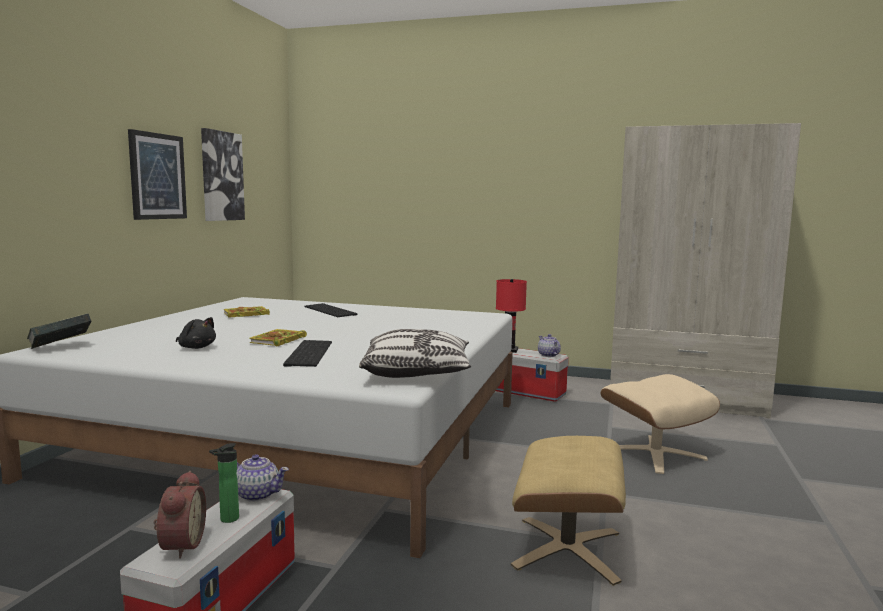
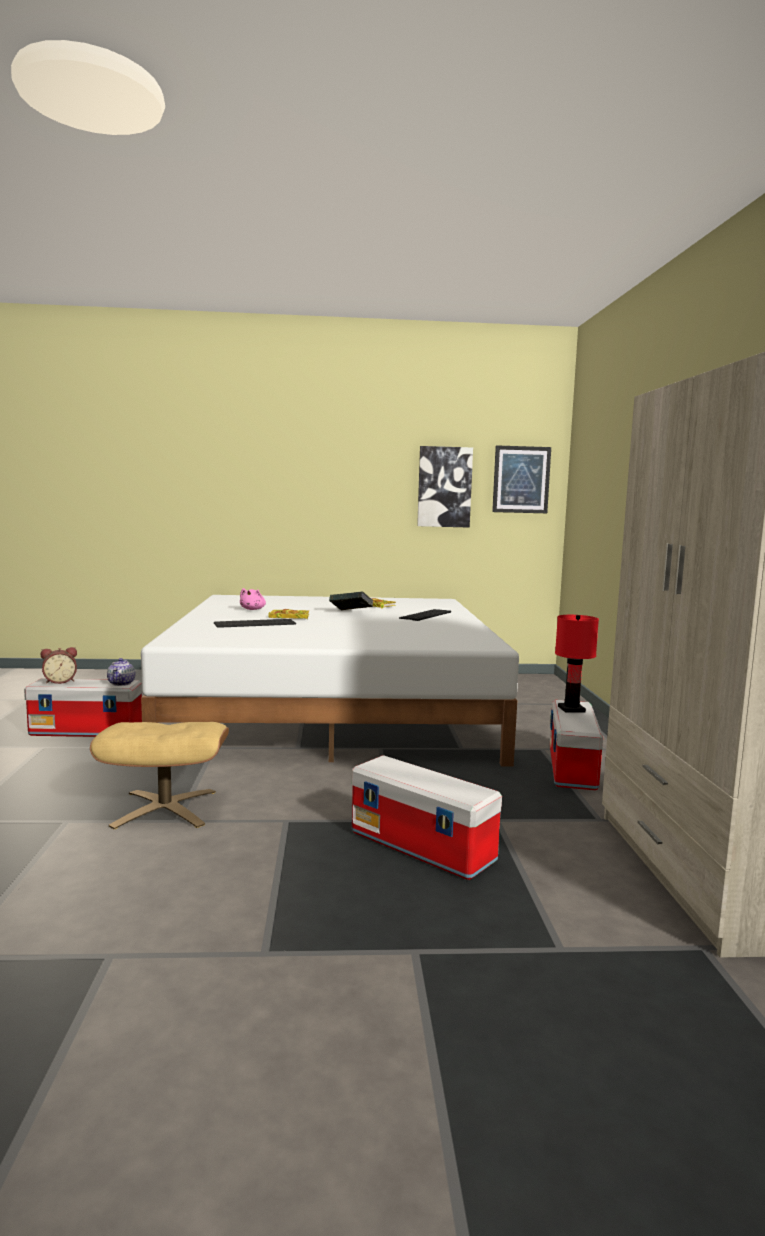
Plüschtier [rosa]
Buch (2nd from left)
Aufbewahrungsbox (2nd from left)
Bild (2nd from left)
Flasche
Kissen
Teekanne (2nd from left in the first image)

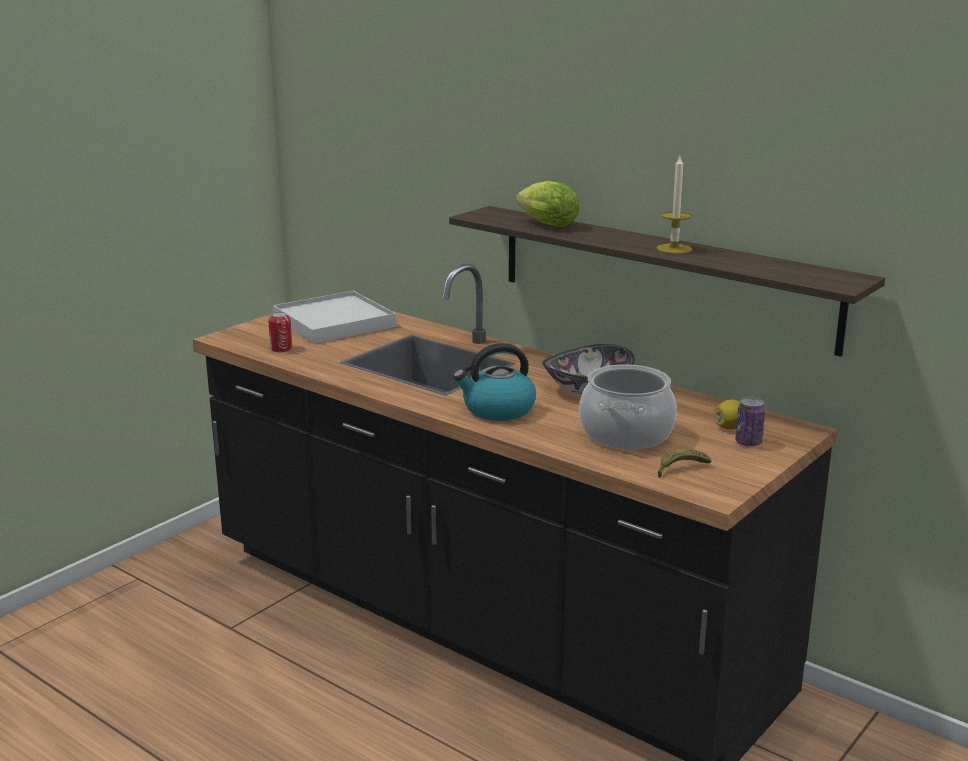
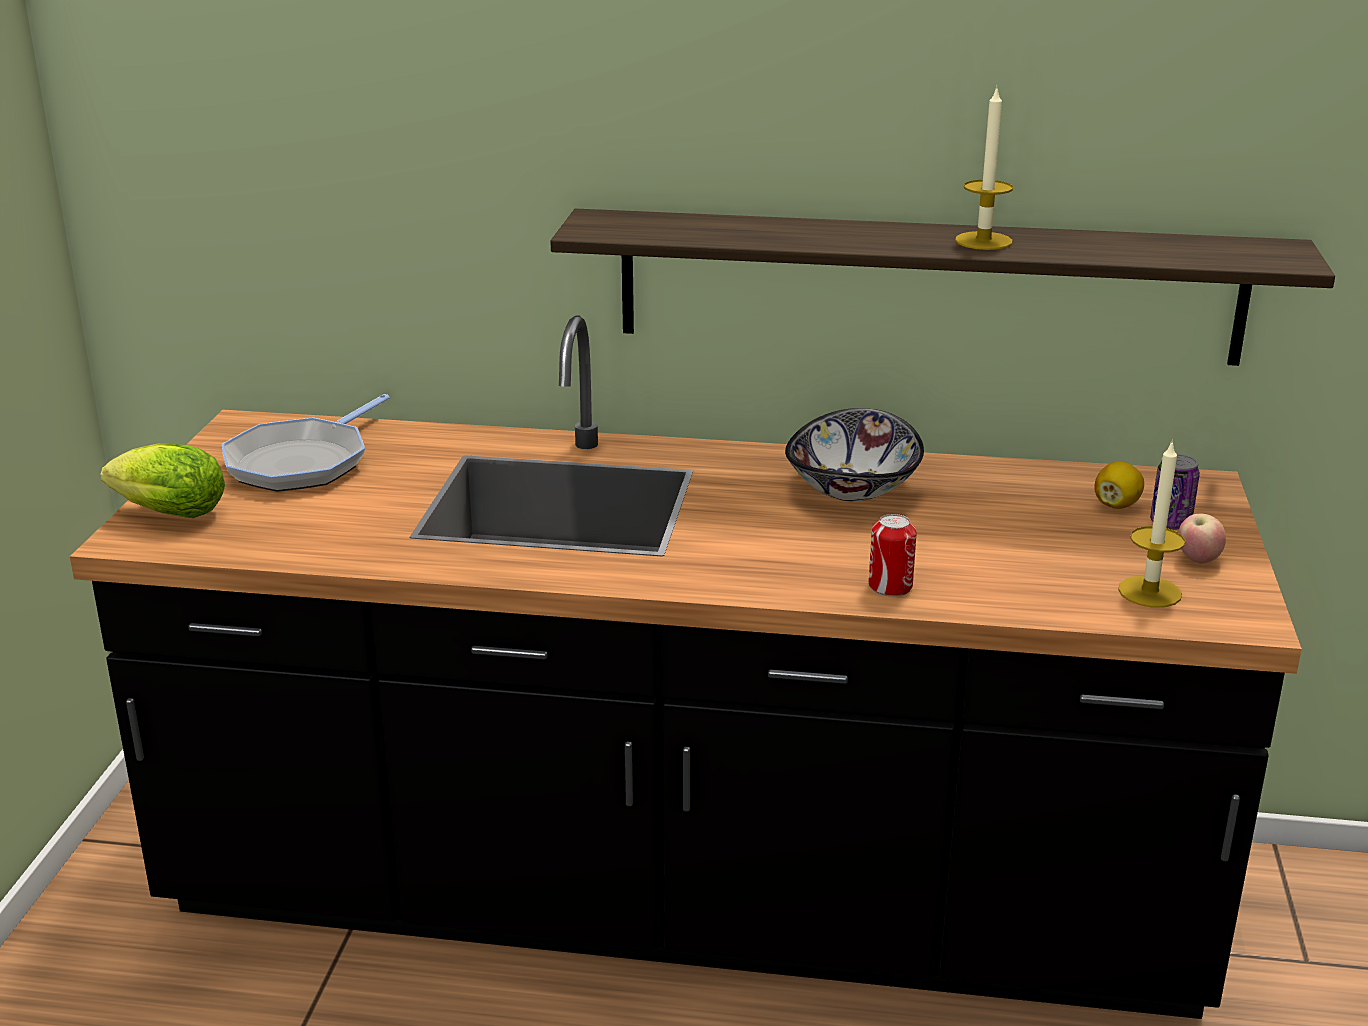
Salatkopf
Pfanne
Dose (1st from left)
Kerze (2nd from left)
Apfel
Wasserkessel
Kochtopf

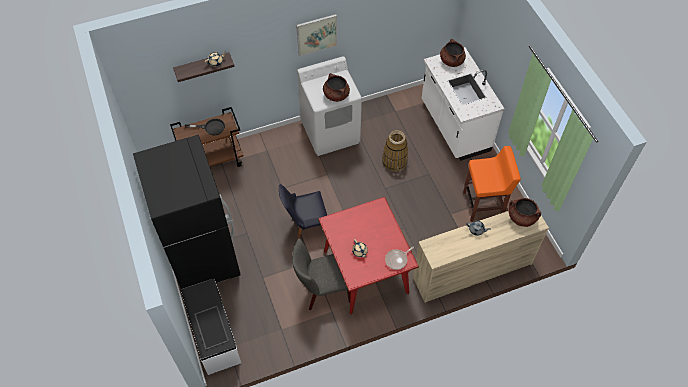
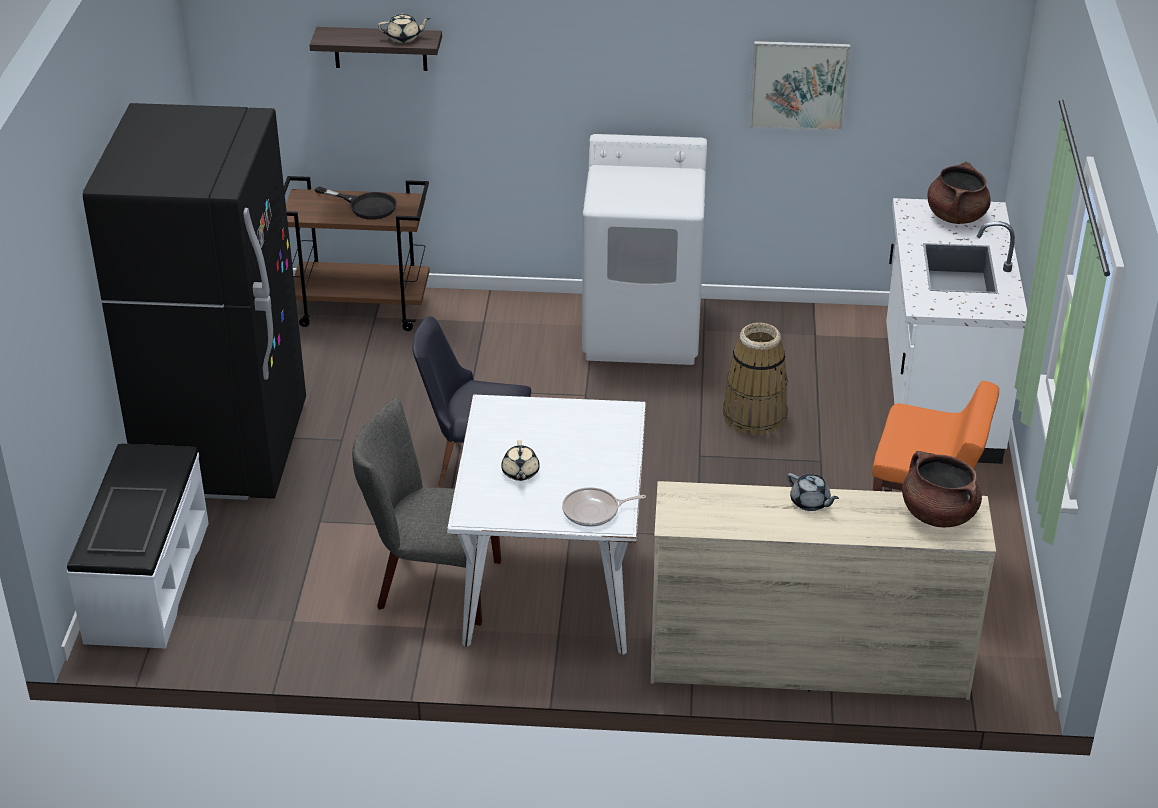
Esstisch [weiß]
Bild
Kochtopf [braun] (1st from left in the first image)

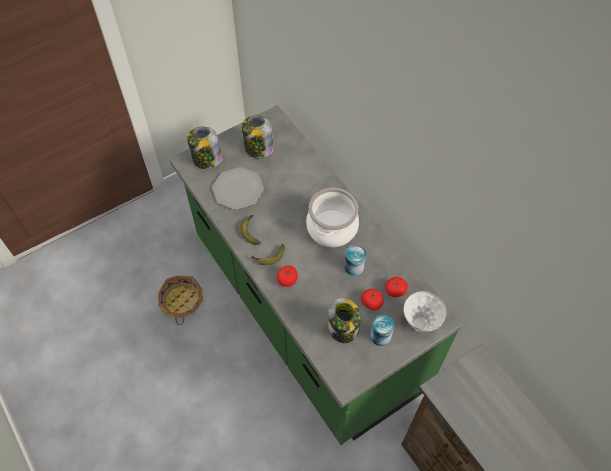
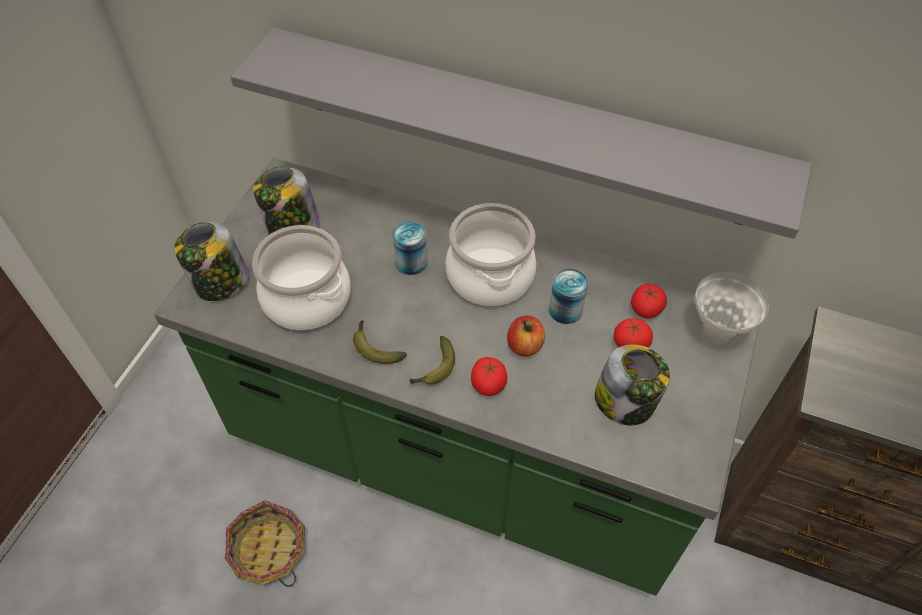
Wandregal [grau]
Kochtopf (1st from left)
Dose (1st from left)
Apfel

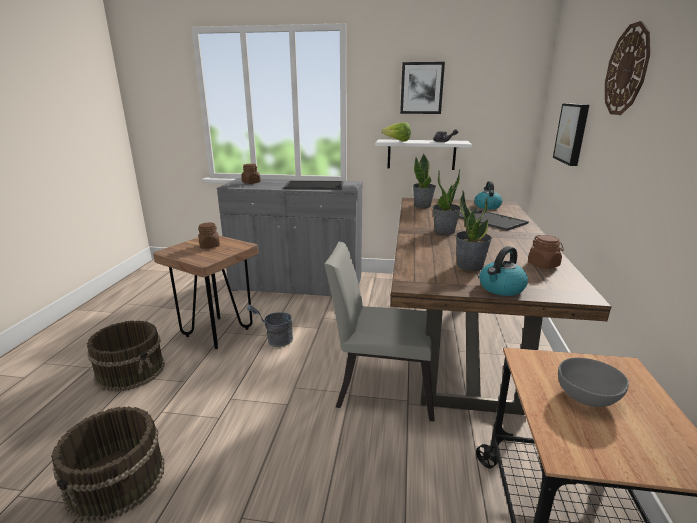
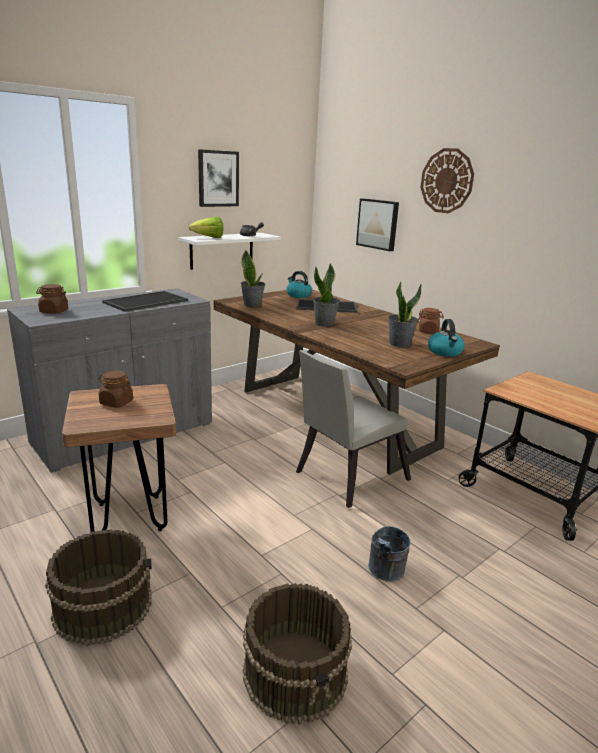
Eimer [grau]
Schüssel [grau]

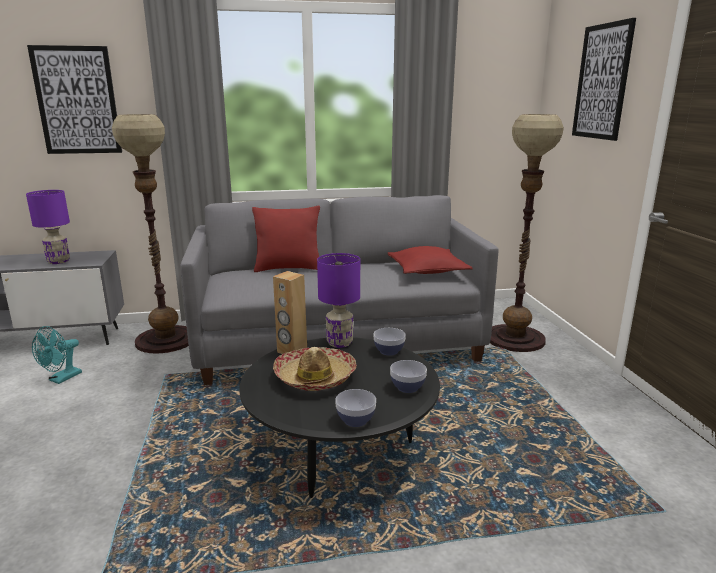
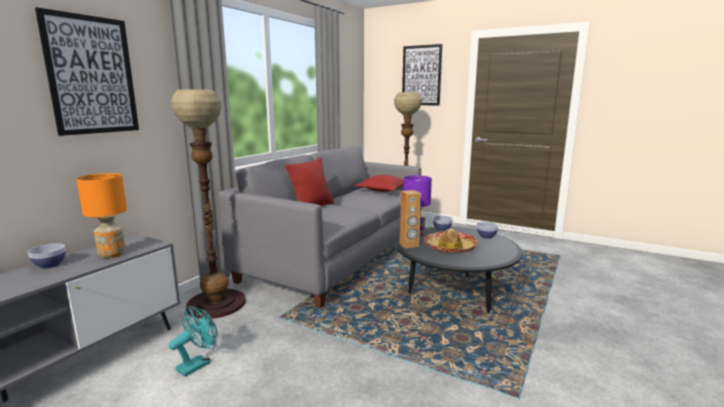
Schüssel (1st from left)
Tischlampe [orange]
Ventilator [türkis]

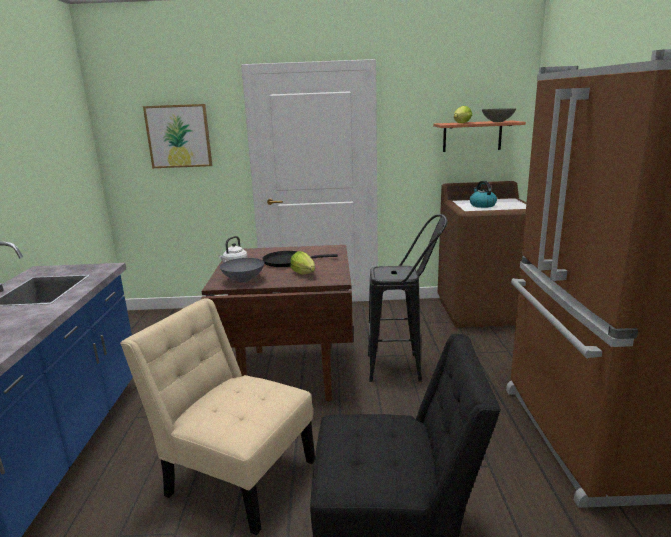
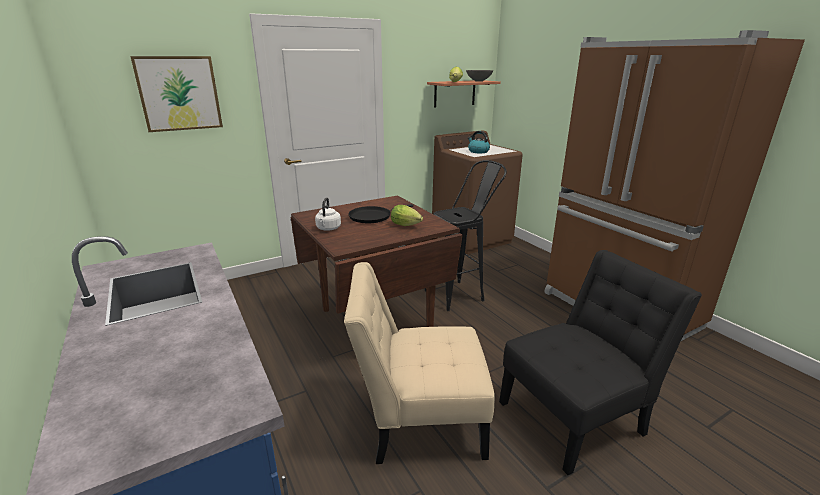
Schüssel [grau] (1st from left in the first image)

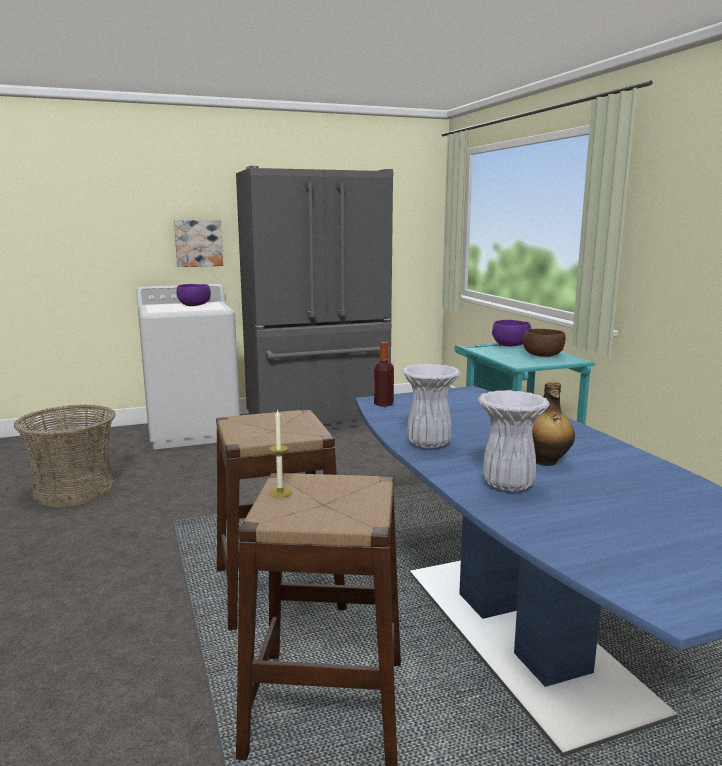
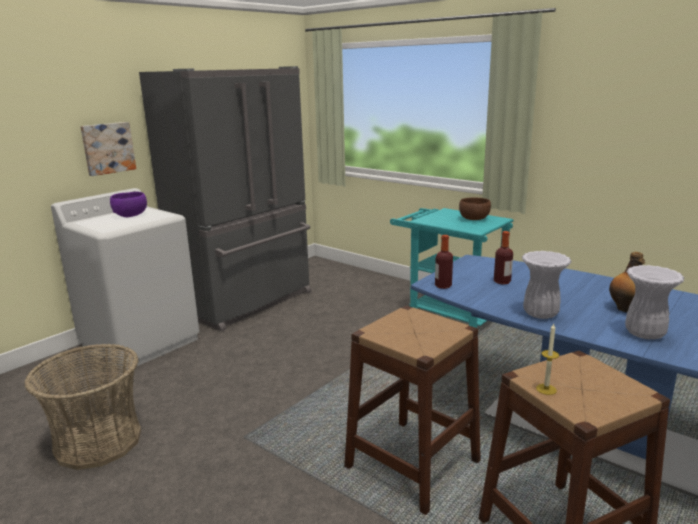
Flasche (2nd from left)
Schüssel [lila] (2nd from left in the first image)

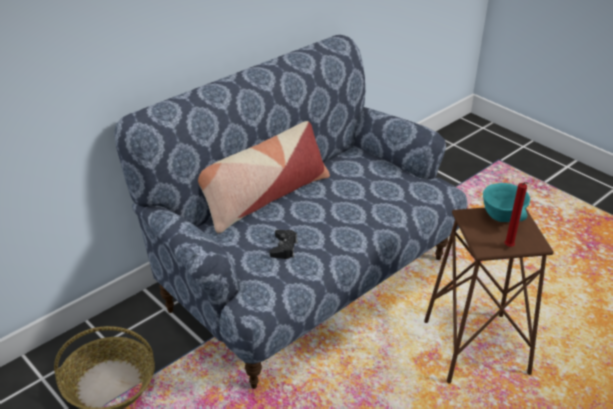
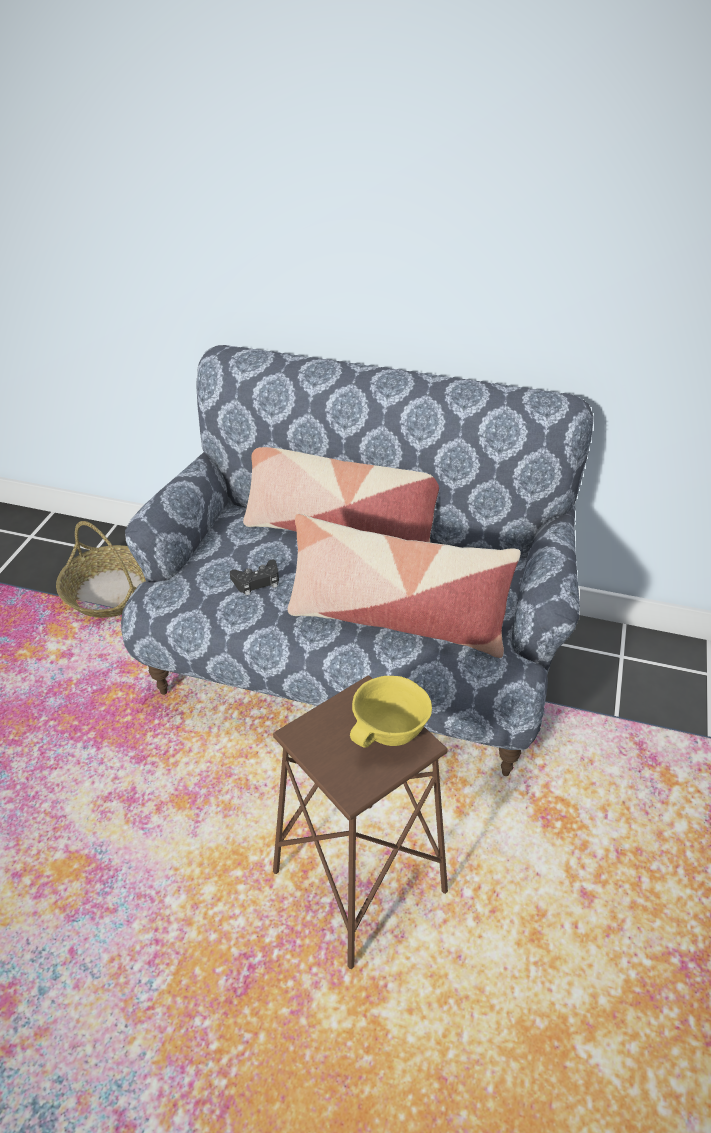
Kissen (2nd from left)
Schüssel [gelb]
Kerze [rot]

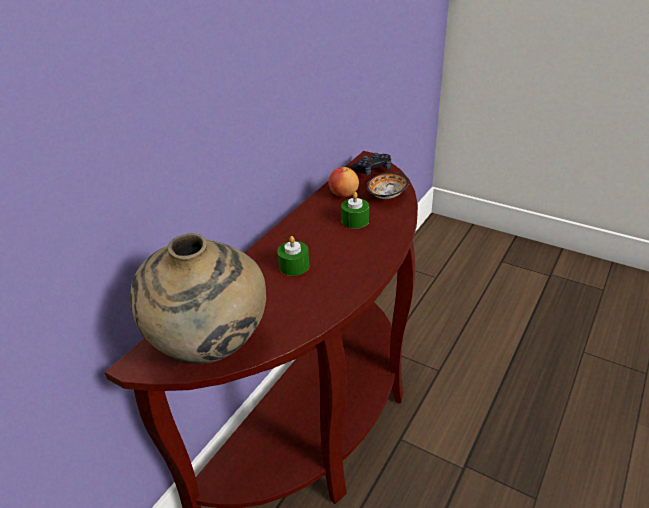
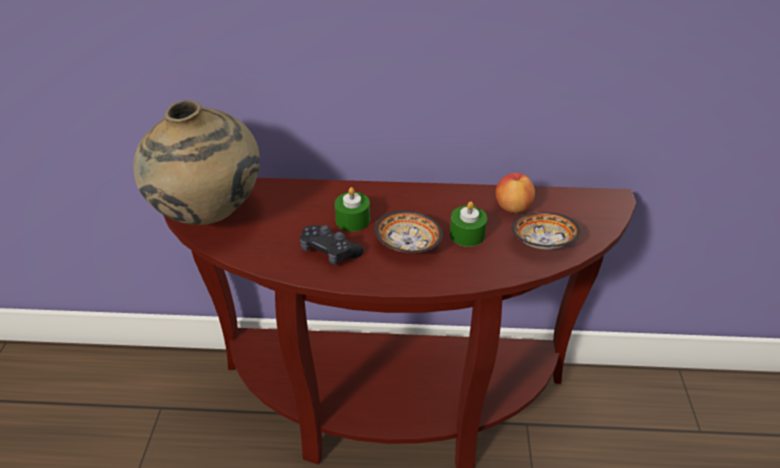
Gamepad [schwarz]
Schüssel (1st from left)

